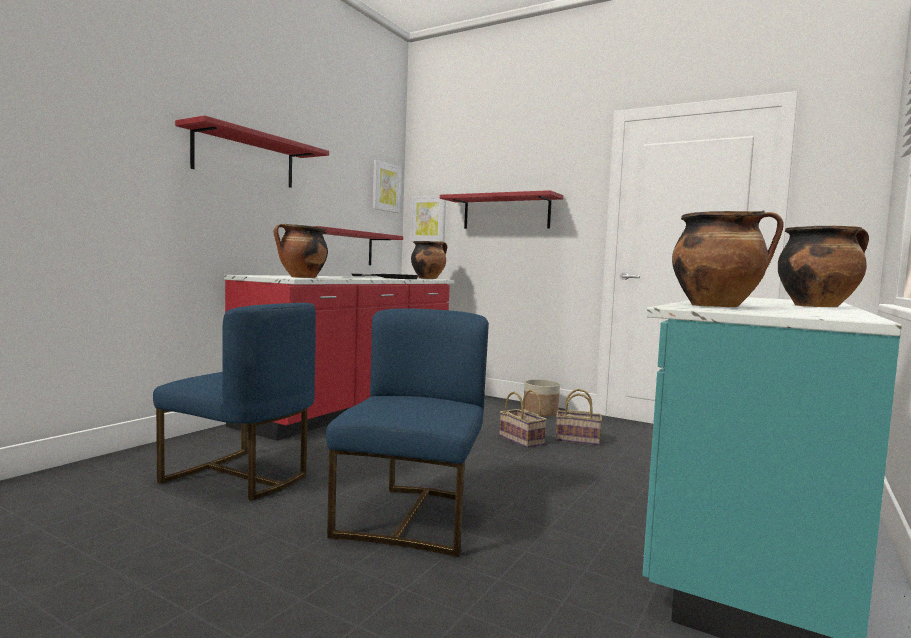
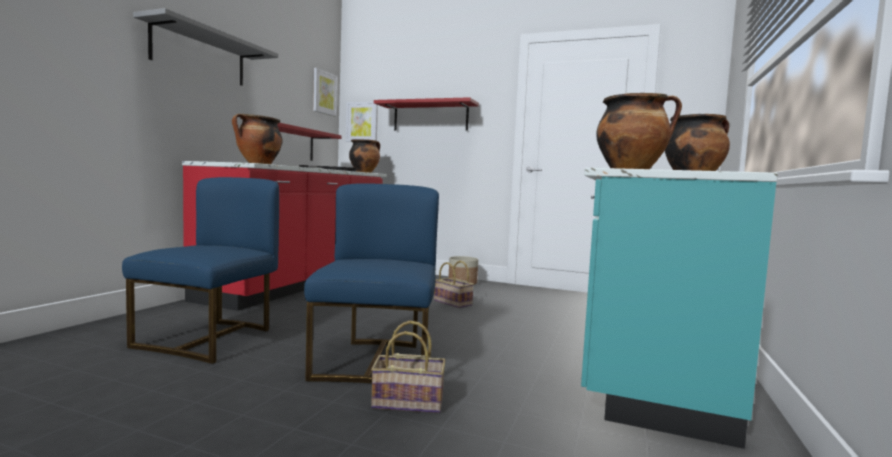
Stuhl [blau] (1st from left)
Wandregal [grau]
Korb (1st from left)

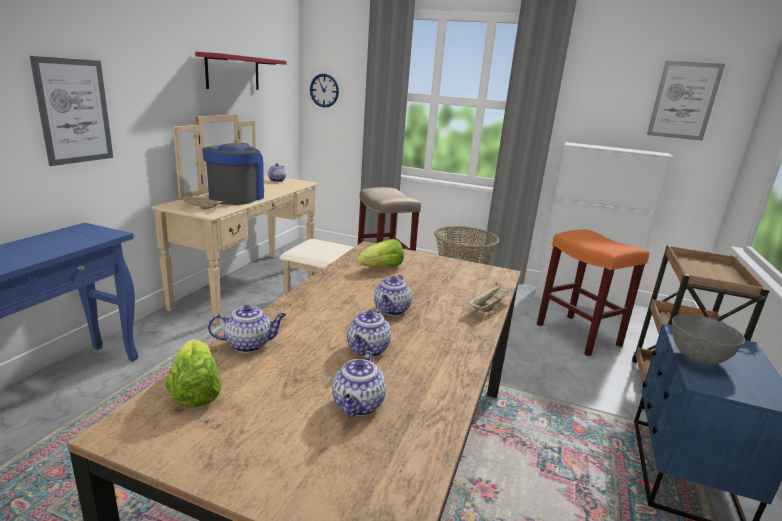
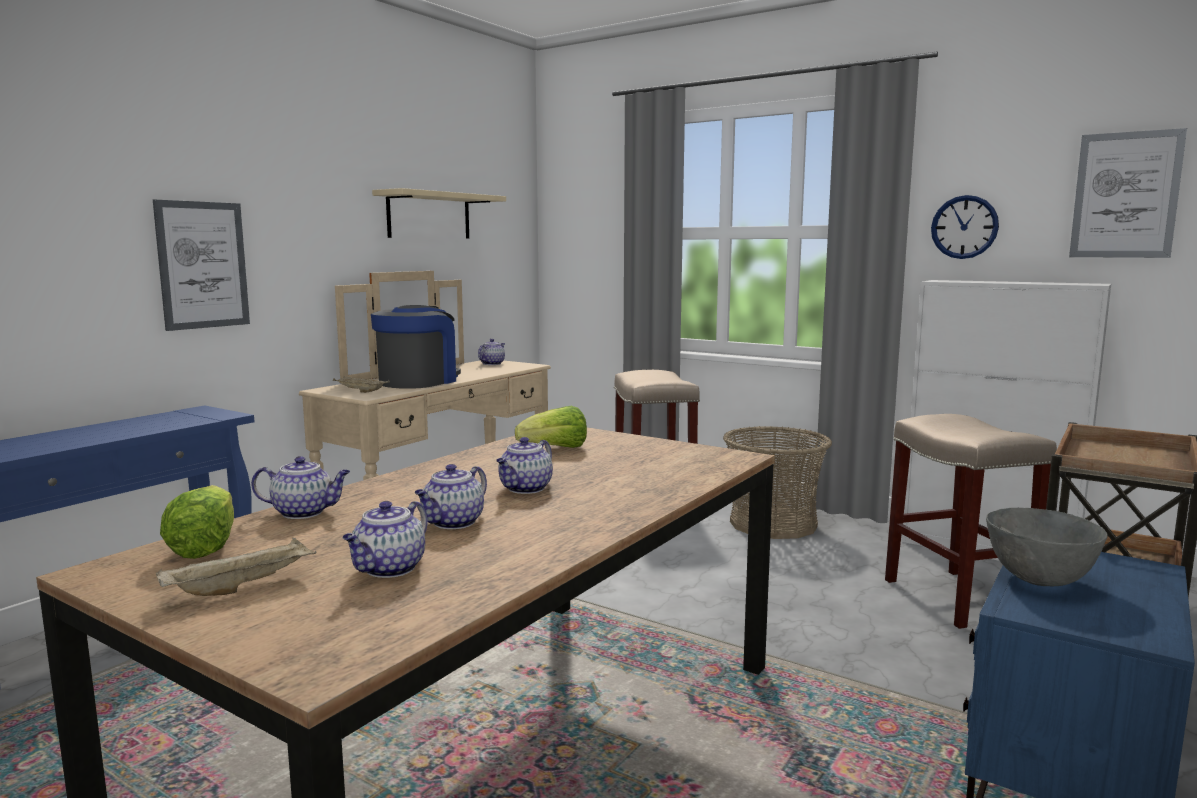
Tablett [beige] (1st from left)
Wandregal [beige]
Hocker [beige] (2nd from left)
Wanduhr

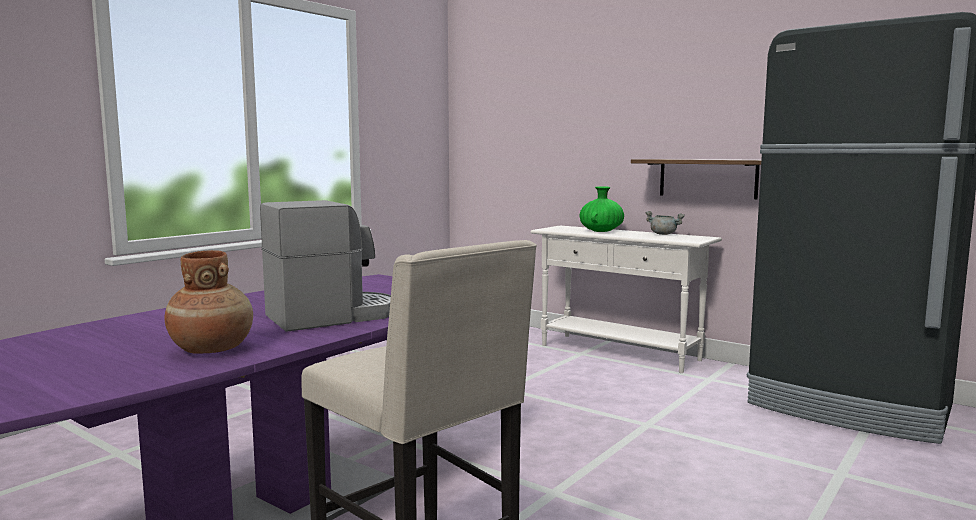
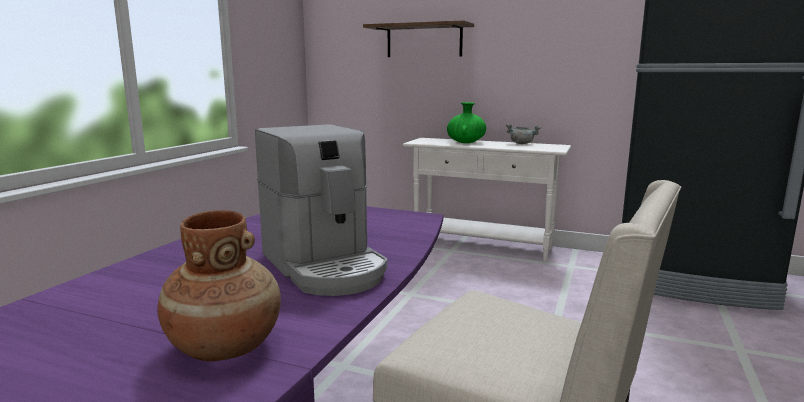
Kaffeemaschine
Wandregal

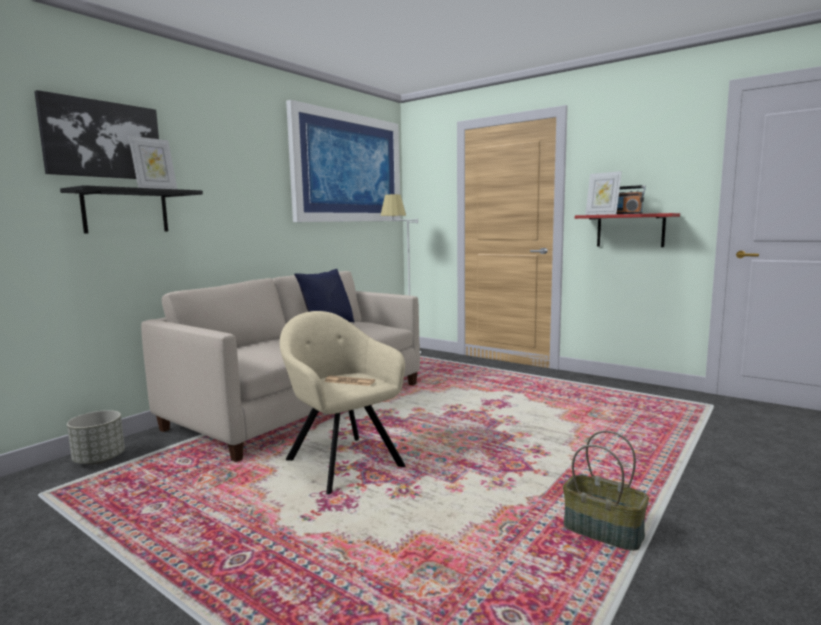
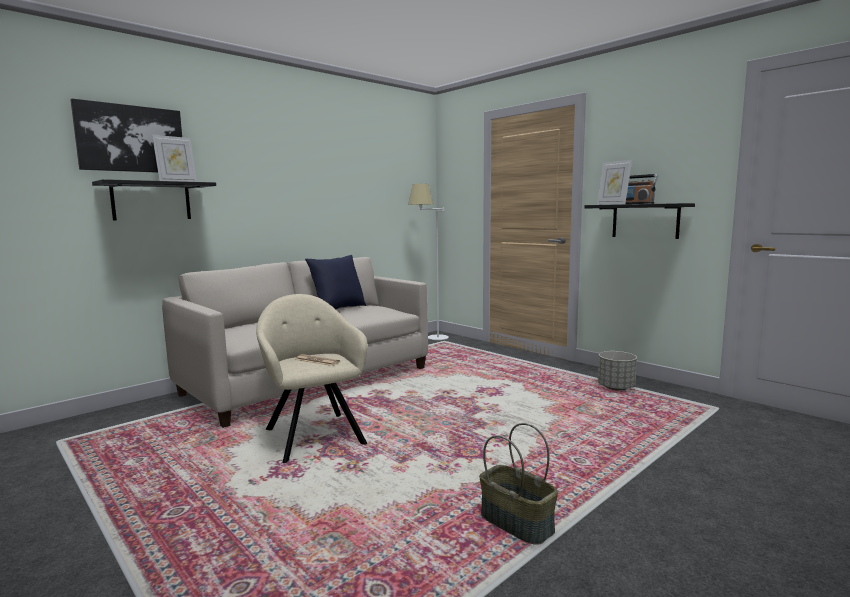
Wandregal [schwarz] (2nd from left)
Pflanzkübel [grau]
Bild (2nd from left in the first image)

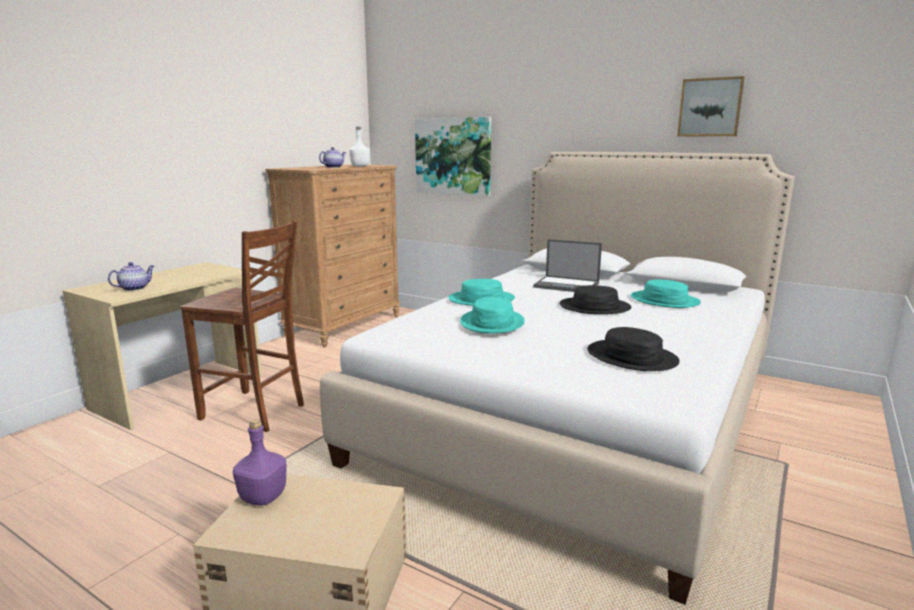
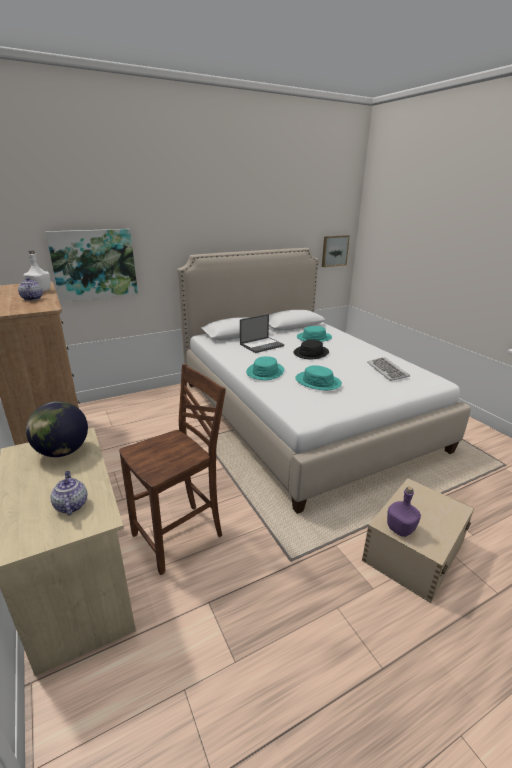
Globus
Bild (2nd from left)
Tastatur

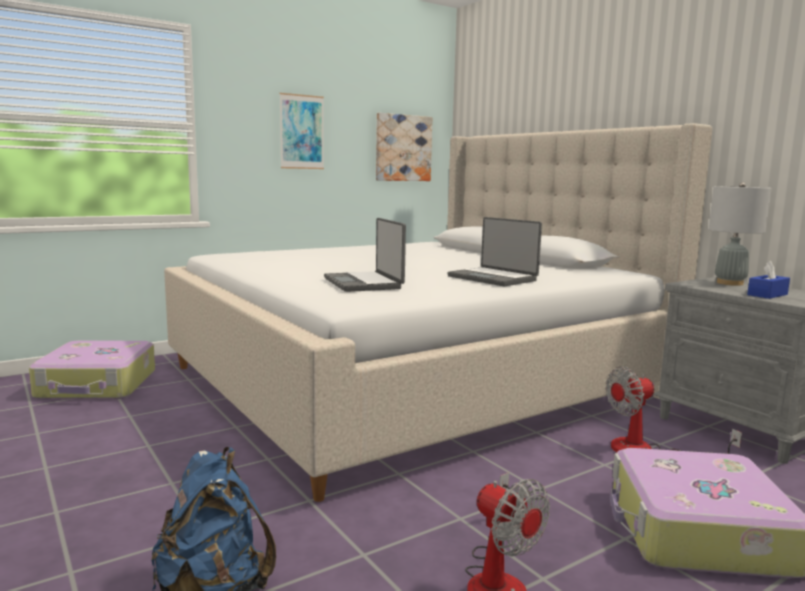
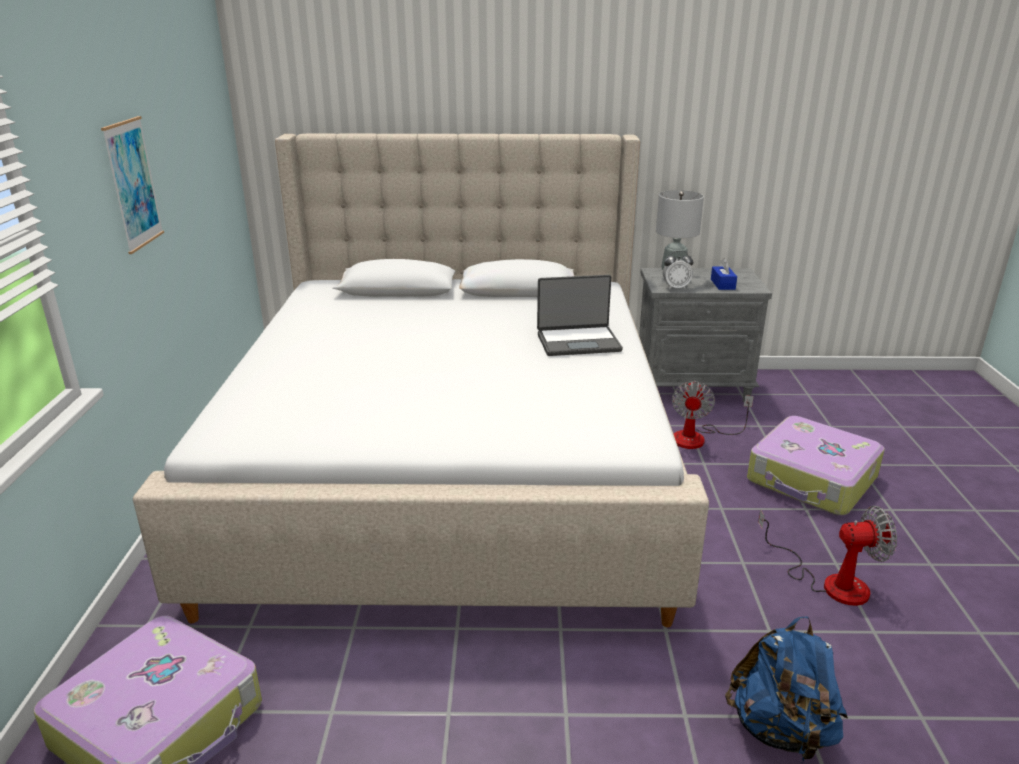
Wecker
Laptop (1st from left in the first image)
Bild (2nd from left in the first image)

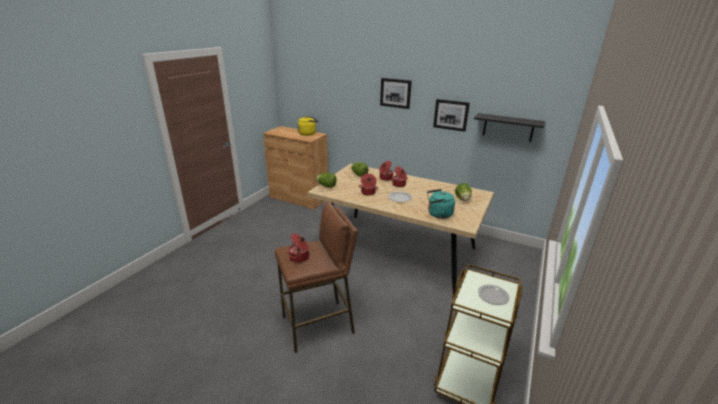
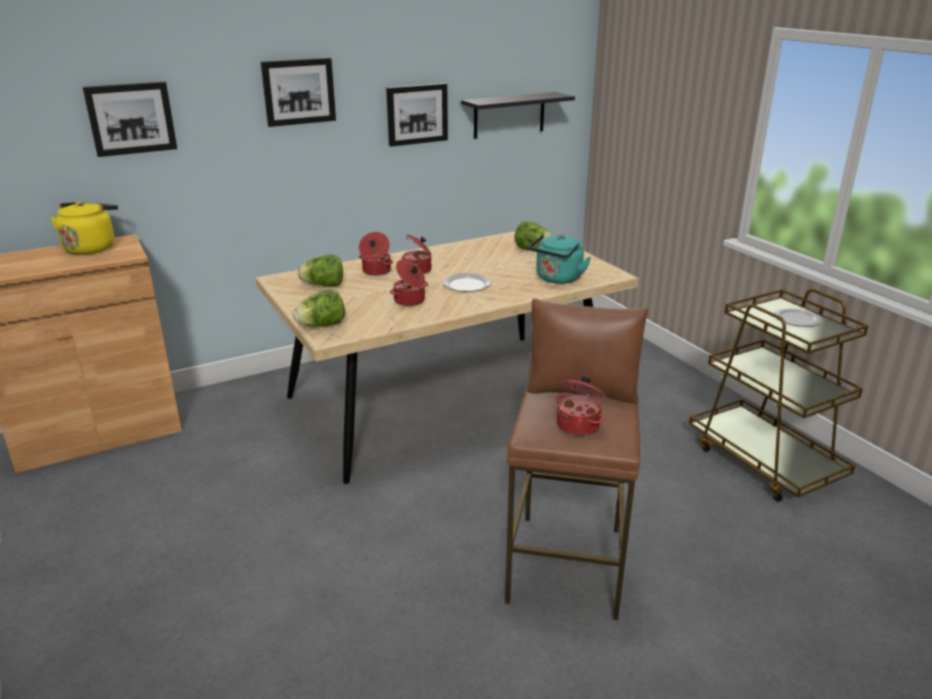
Bild (1st from left)

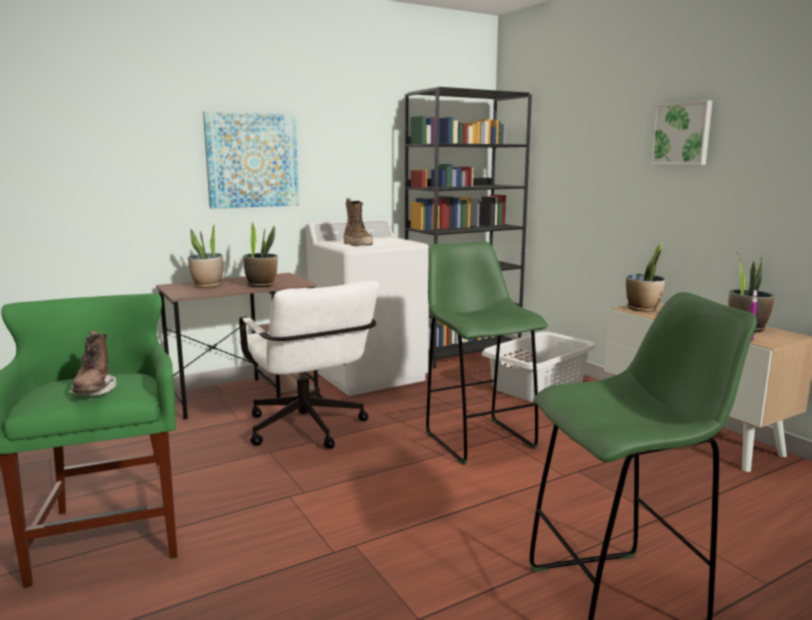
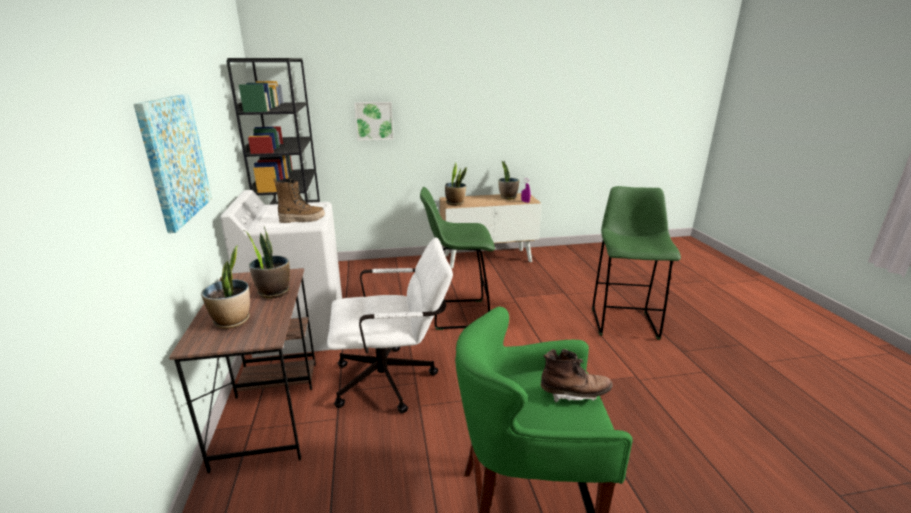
Bild (2nd from left)
Wäschekorb [grau]

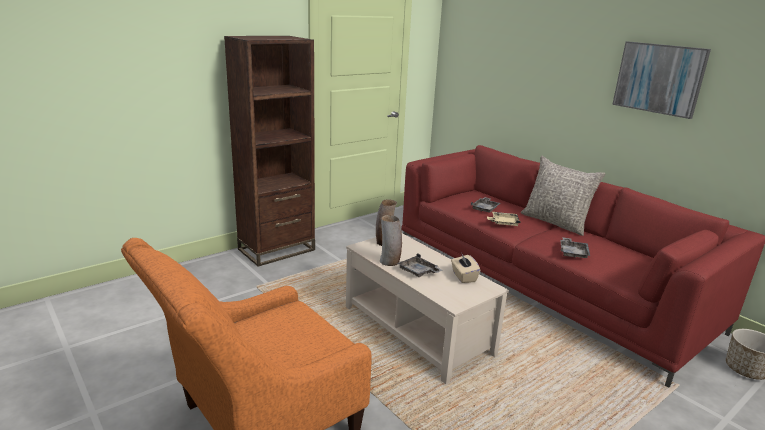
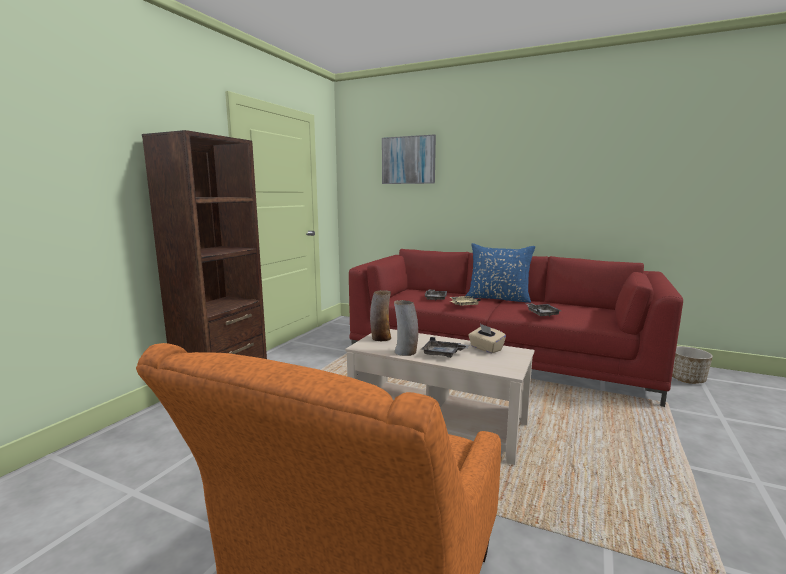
Bild
Kissen [blau]

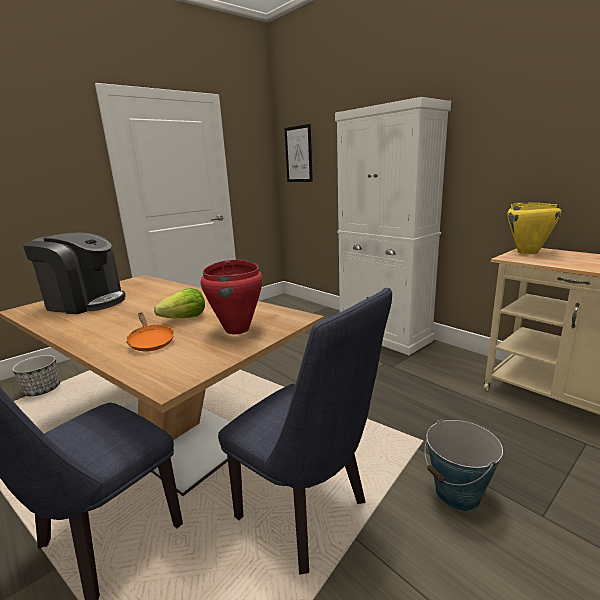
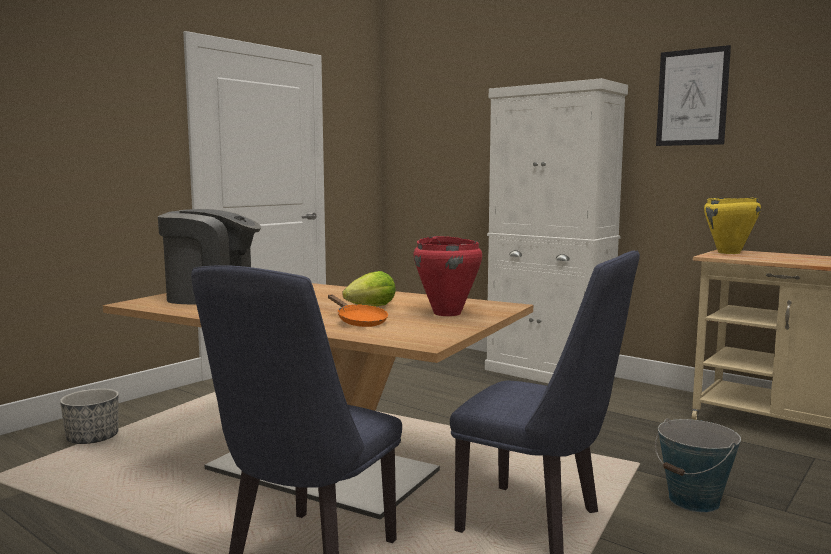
Bild

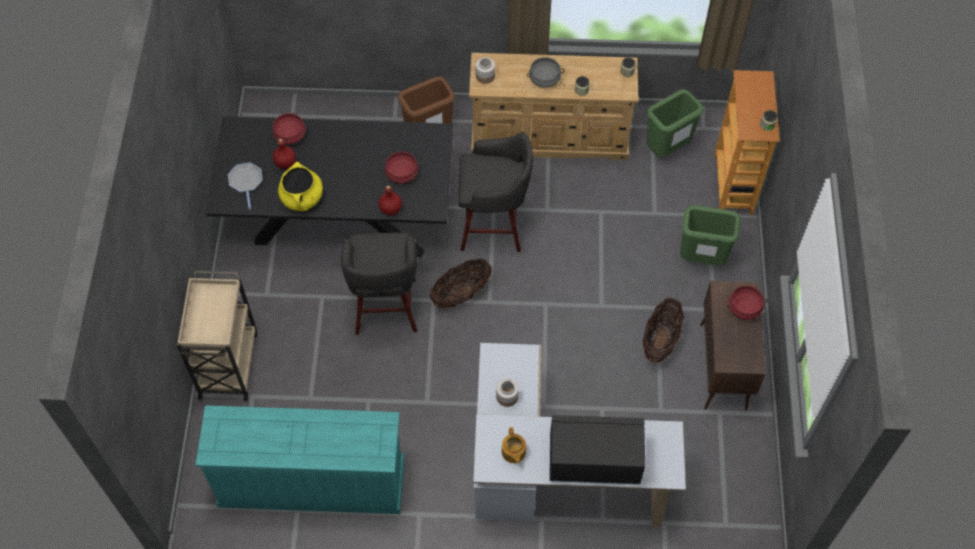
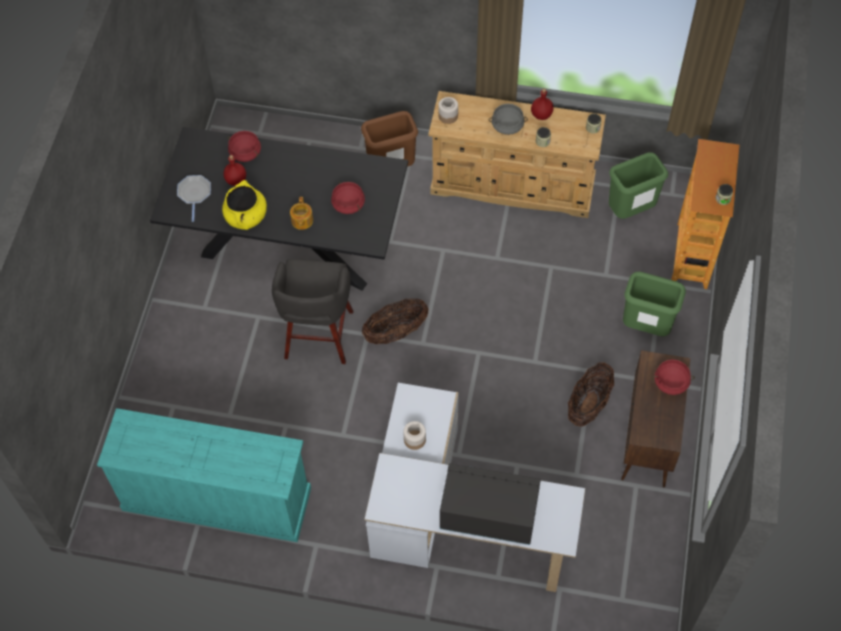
Teekanne
Flasche [rot] (2nd from left)
Rollwagen [beige]
Hocker [grau] (2nd from left in the first image)

